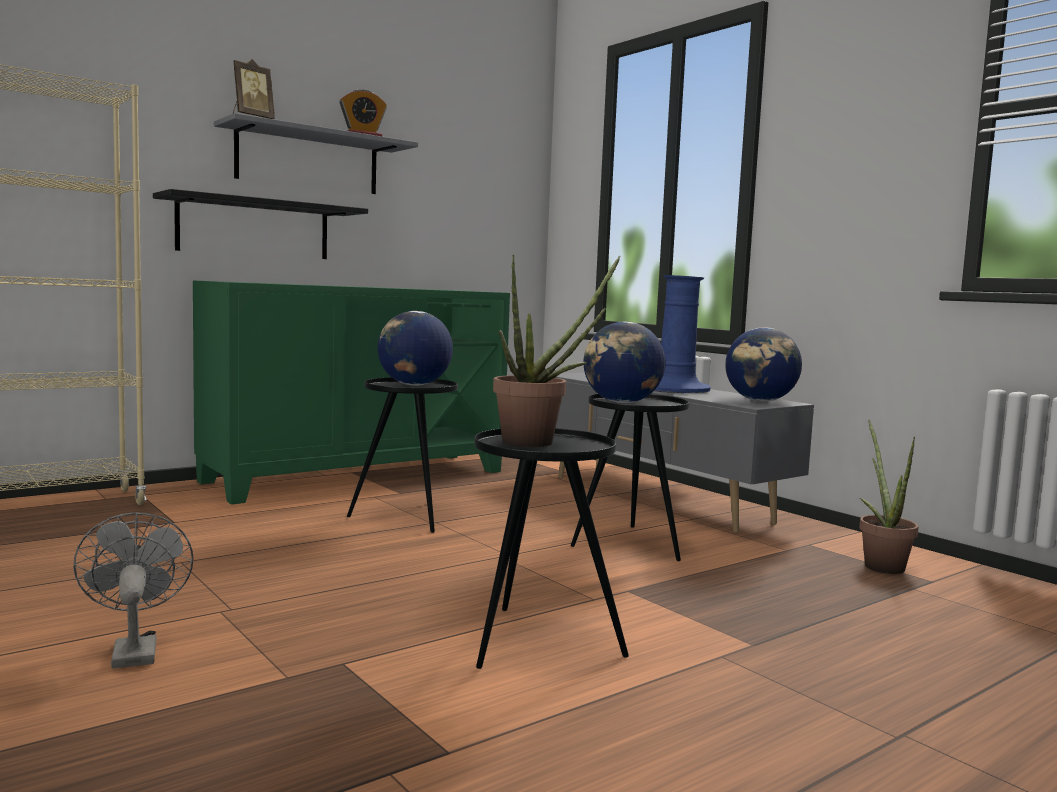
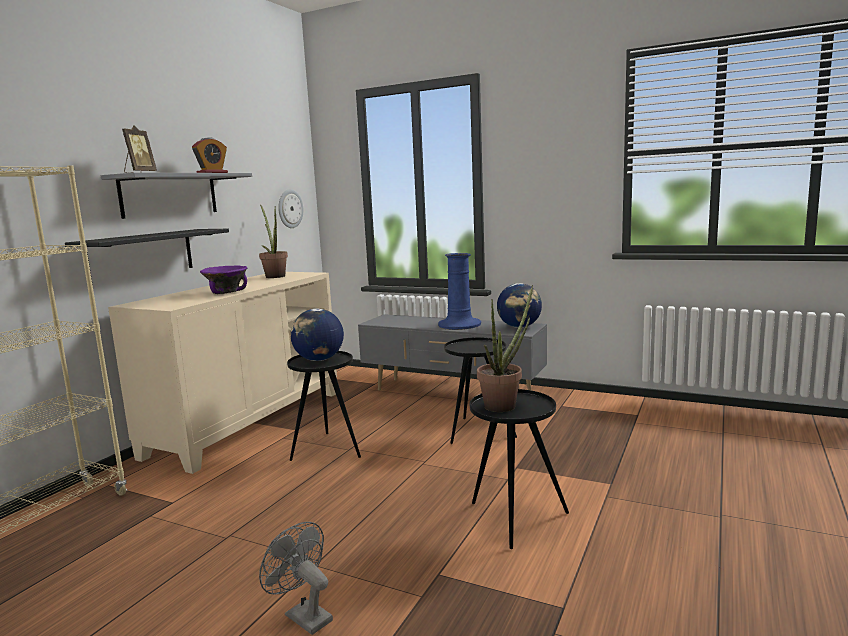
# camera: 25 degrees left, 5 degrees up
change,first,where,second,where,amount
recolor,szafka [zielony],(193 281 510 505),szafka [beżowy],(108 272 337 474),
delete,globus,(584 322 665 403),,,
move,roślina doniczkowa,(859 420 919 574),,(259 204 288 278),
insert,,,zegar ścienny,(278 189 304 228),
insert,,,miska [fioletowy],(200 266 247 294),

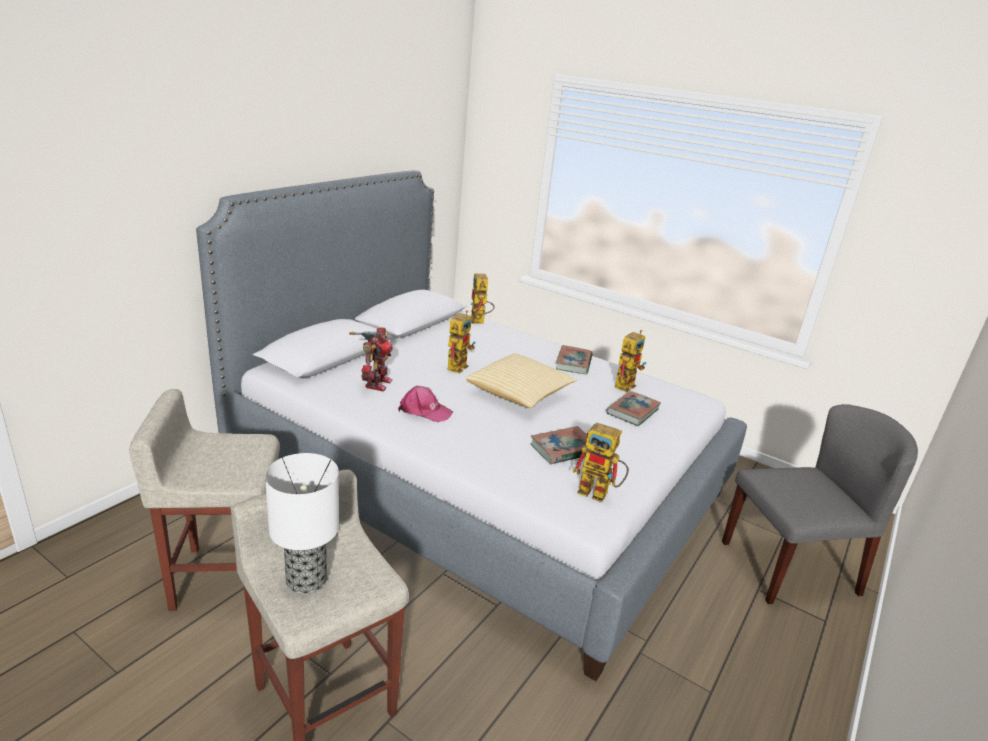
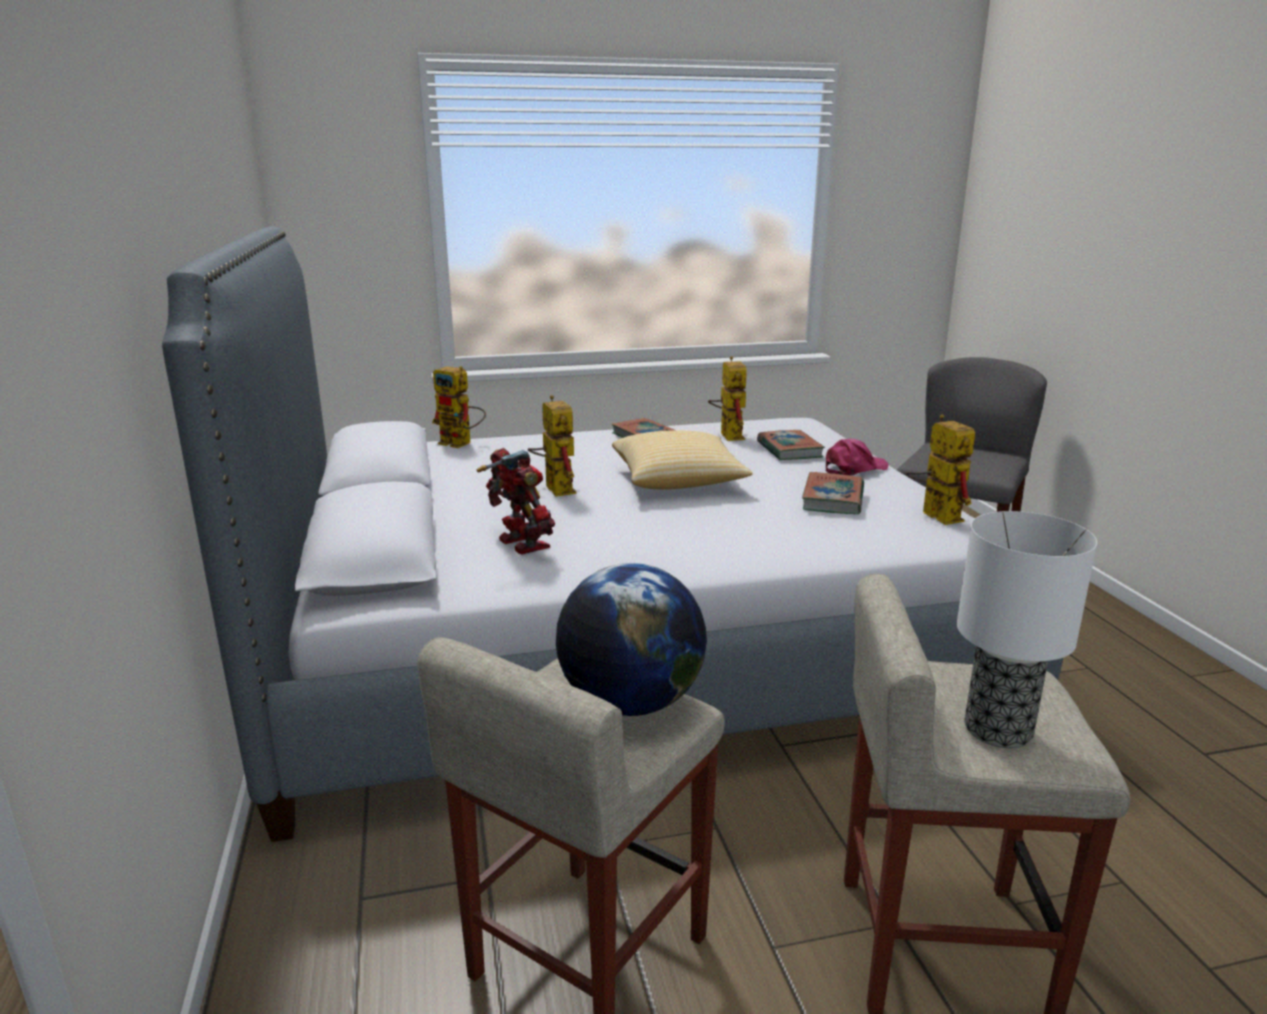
# camera: 45 degrees left, 5 degrees down
change,first,where,second,where,amount
move,czapka z daszkiem [różowy],(398 386 453 422),,(826 439 889 475),
rotate,robot zabawkowy,(572 423 629 502),,(905 414 975 525),90 degrees counterclockwise
insert,,,globus,(556 563 707 716),

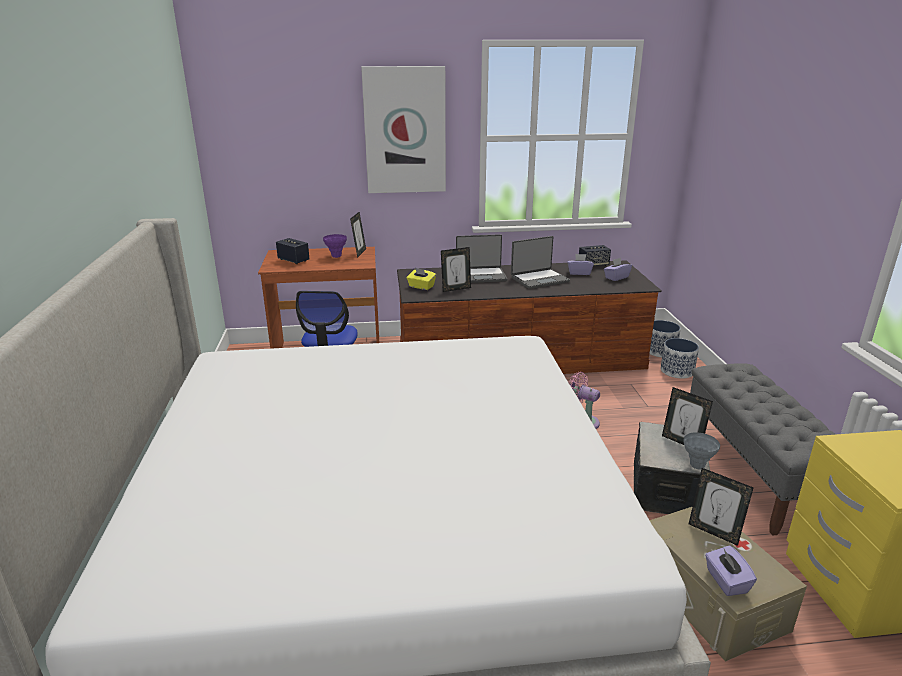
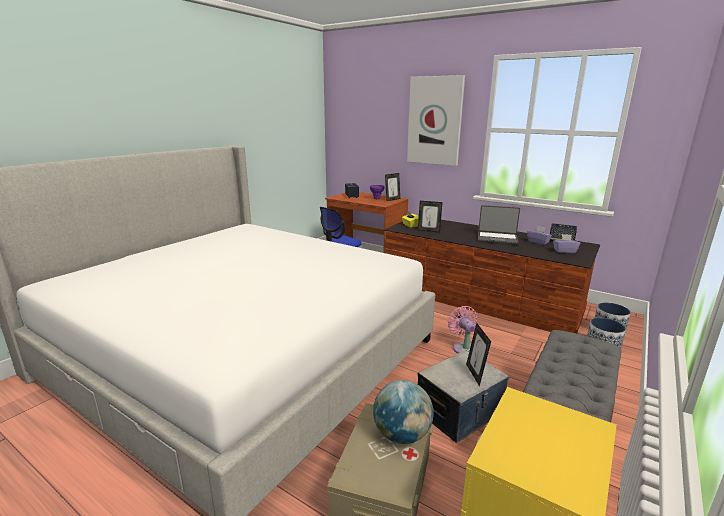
# camera: 40 degrees right, 5 degrees down
change,first,where,second,where,amount
delete,laptop,(456 234 507 283),,,
delete,wazon [szary],(683 433 720 469),,,
replace,ramka na zdjęcie,(689 468 754 546),globus,(373 380 434 444),
delete,pudełko chusteczek [fioletowy],(705 545 757 596),,,

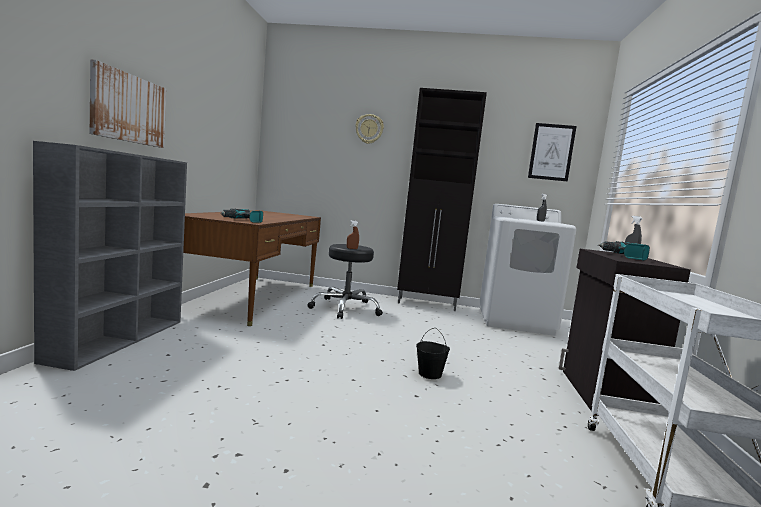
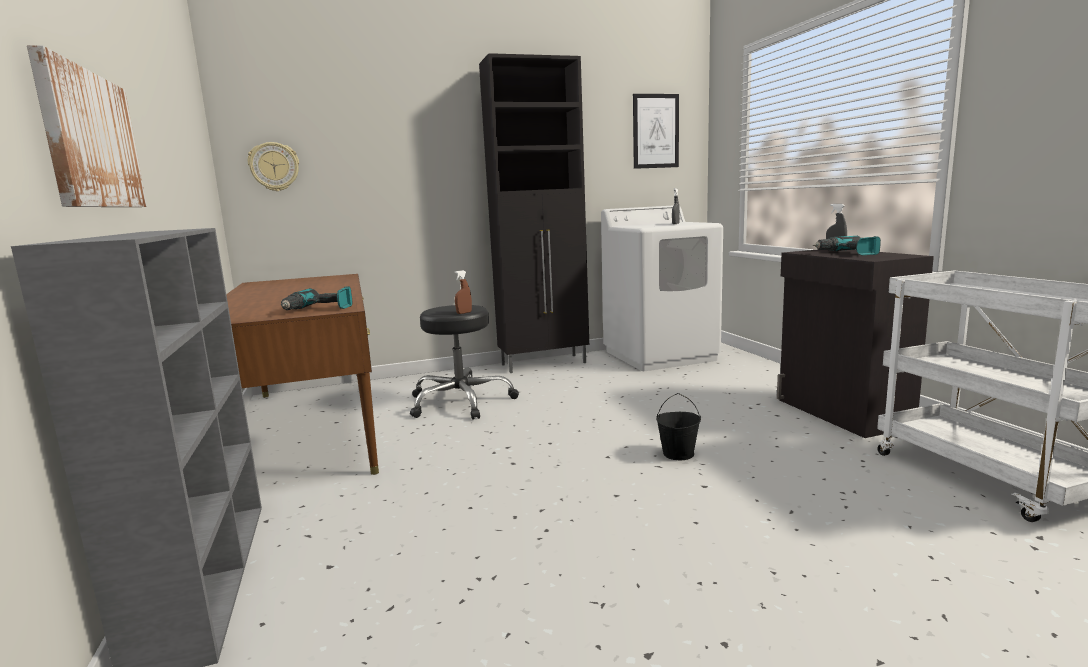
# camera: 25 degrees left, 5 degrees up
change,first,where,second,where,amount
move,zegar ścienny,(355 114 384 144),,(247 142 299 191),

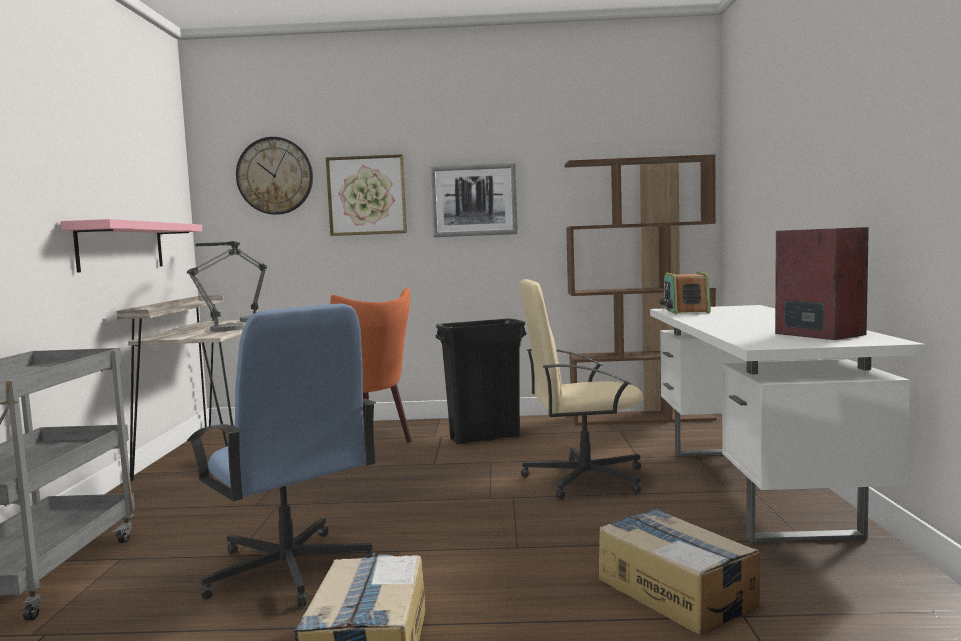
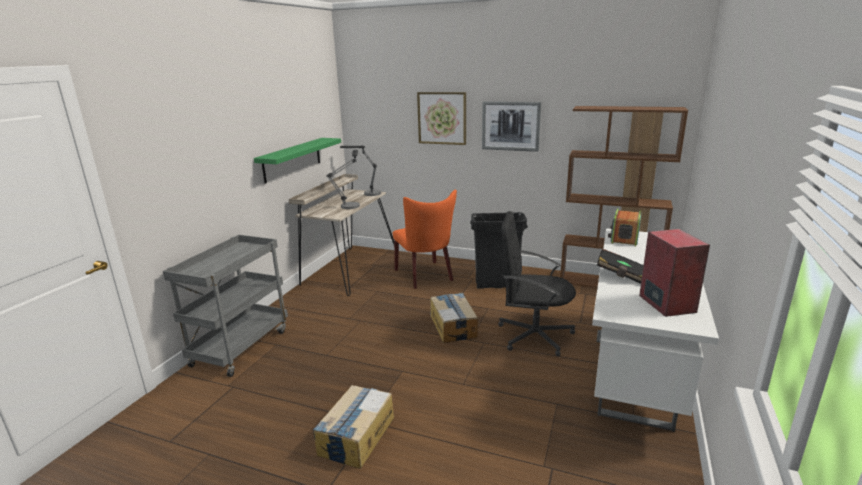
# camera: 20 degrees right, 15 degrees up
change,first,where,second,where,amount
delete,zegar ścienny,(236 137 313 215),,,
recolor,półka [różowy],(61 219 202 273),półka [zielony],(254 138 341 183),
recolor,krzesło biurowe [beżowy],(520 279 643 499),krzesło biurowe [czarny],(498 211 576 356),
delete,krzesło biurowe [niebieski],(187 303 376 607),,,
move,karton,(599 508 760 635),,(431 293 478 343),
insert,,,książka [czarny],(597 248 643 284),

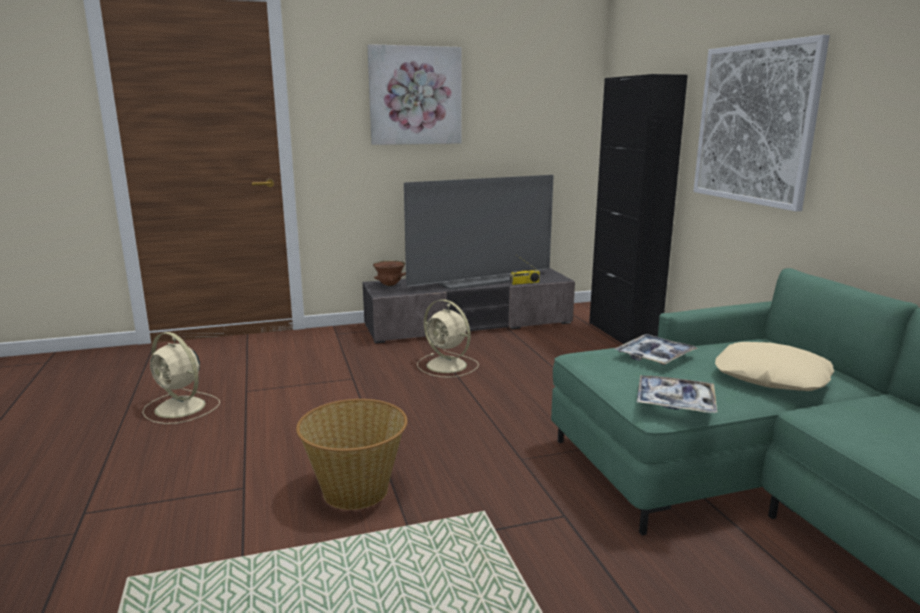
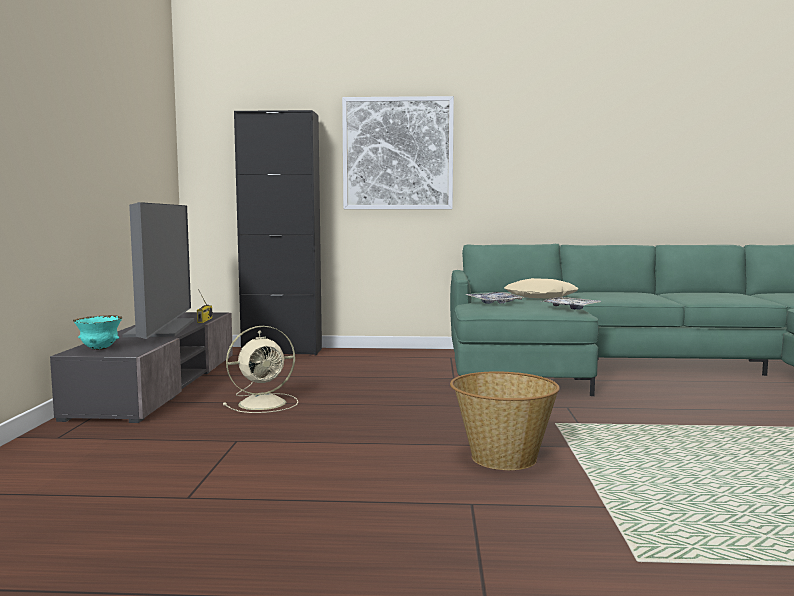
# camera: 70 degrees left, 10 degrees down
change,first,where,second,where,amount
delete,obraz,(368 44 462 145),,,
recolor,miska [brązowy],(373 260 406 286),miska [turkusowy],(73 315 122 350),
delete,wentylator [beżowy],(142 332 220 424),,,

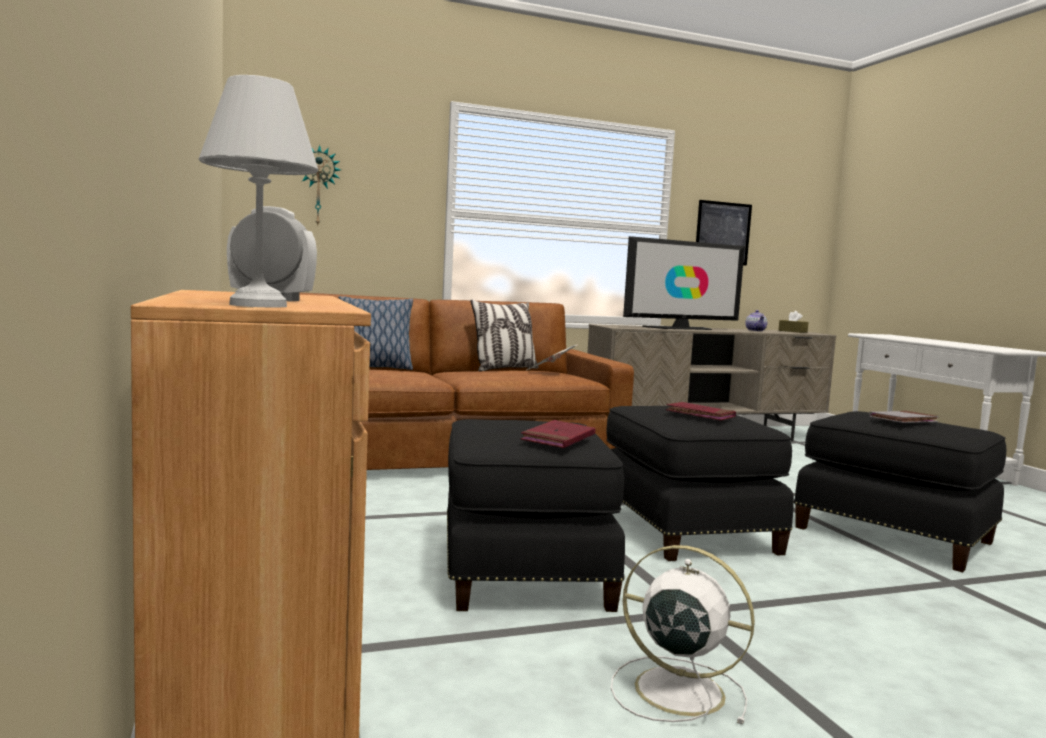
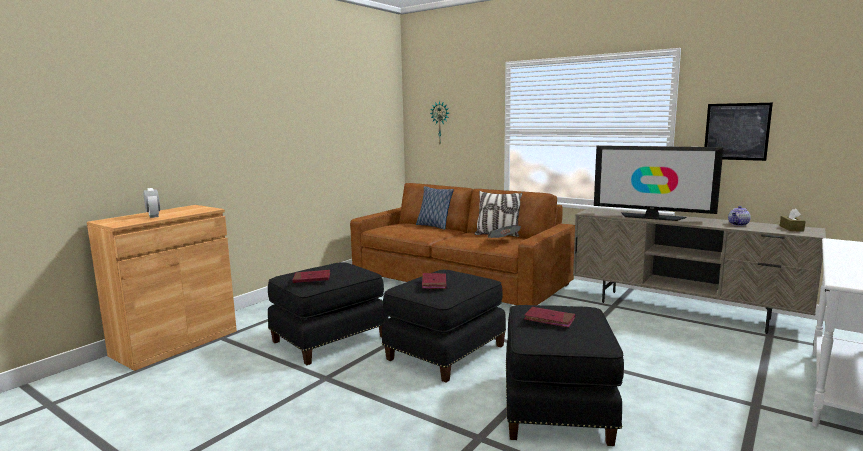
# camera: 55 degrees right, 5 degrees up
change,first,where,second,where,amount
delete,lampa stołowa [biały],(199 75 318 308),,,
recolor,książka [szary],(869 411 939 423),książka [czerwony],(524 307 575 328),
delete,wentylator [biały],(611 545 755 724),,,

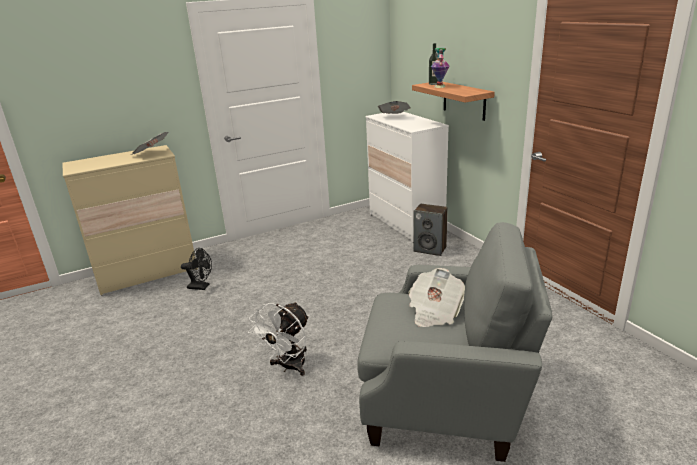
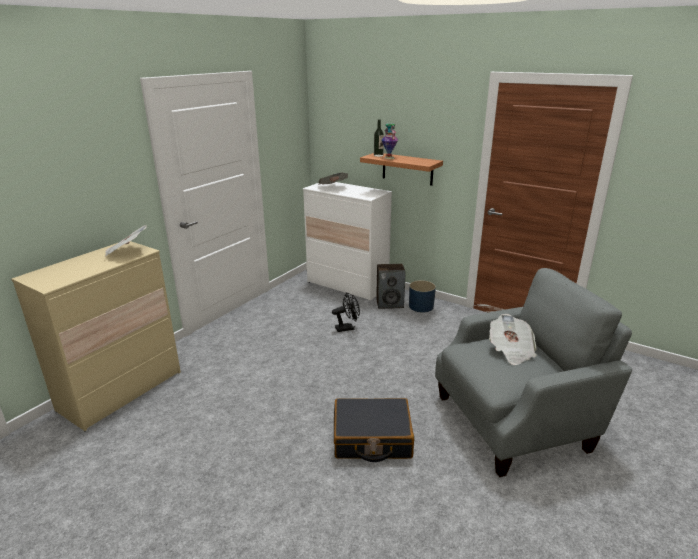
# camera: 30 degrees left, 0 degrees up
change,first,where,second,where,amount
move,wentylator [czarny],(181 248 212 290),,(332 292 360 332),
replace,wentylator [biały],(248 302 309 376),walizka [czarny],(334 398 414 462),
insert,,,donica [niebieski],(409 280 436 312),

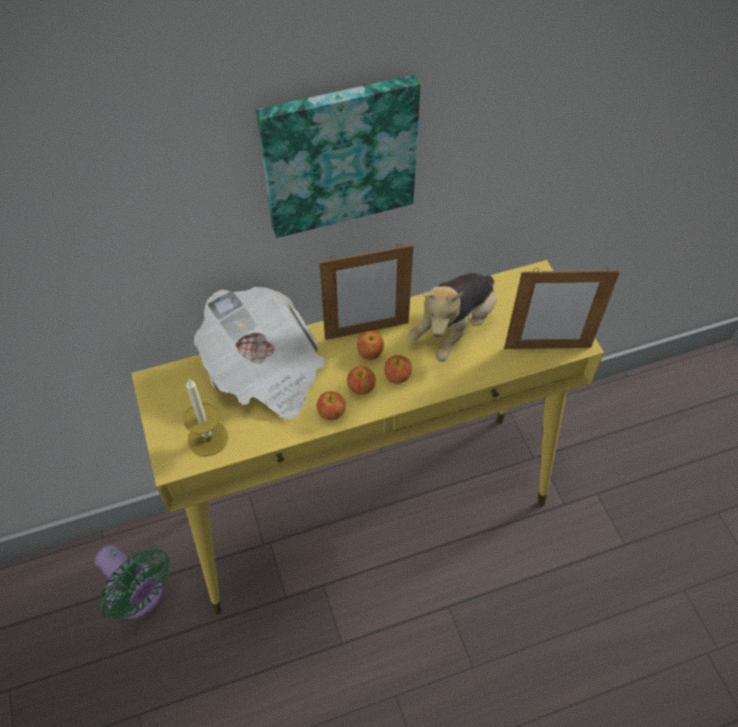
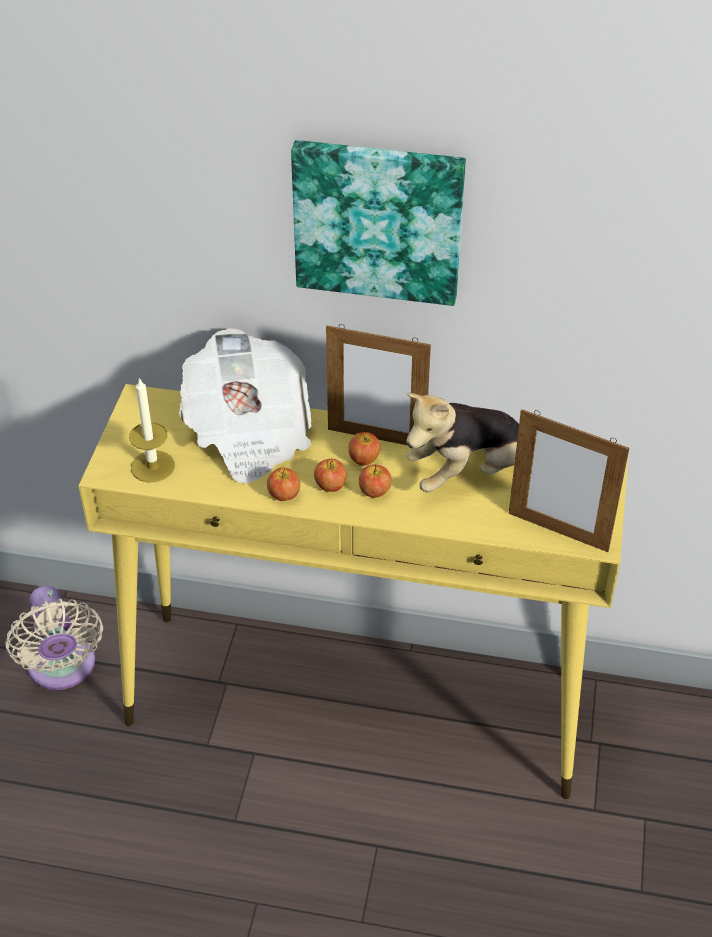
# camera: 30 degrees right, 10 degrees down
change,first,where,second,where,amount
recolor,wentylator [zielony],(95 545 171 621),wentylator [beżowy],(5 586 103 690),

